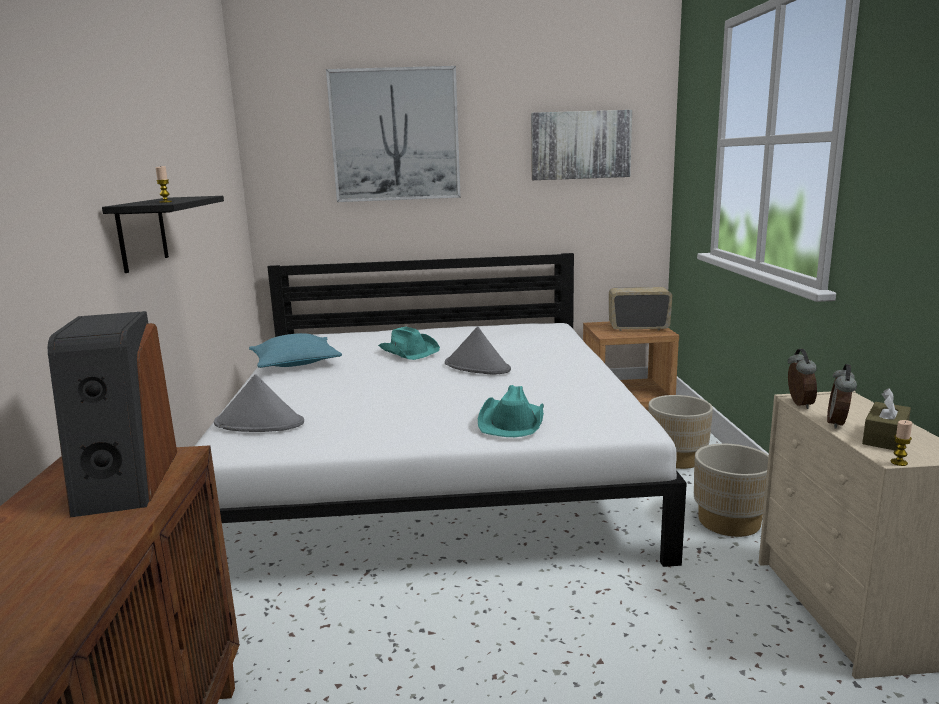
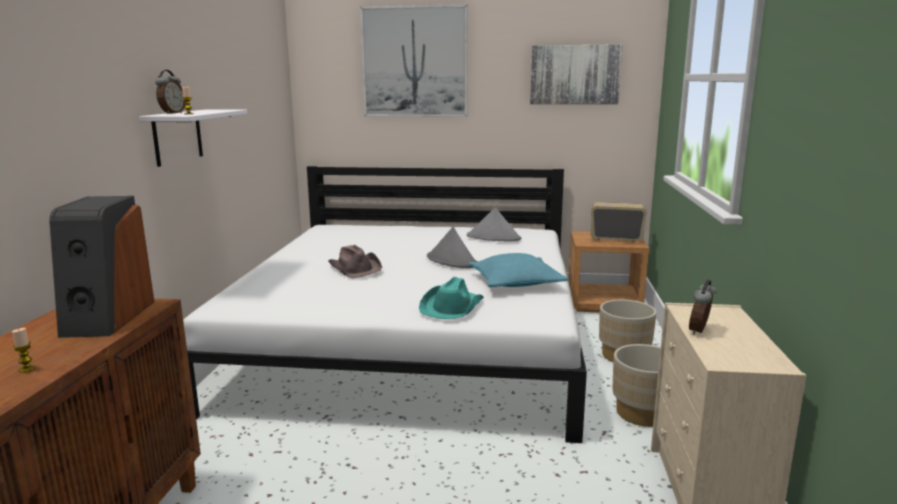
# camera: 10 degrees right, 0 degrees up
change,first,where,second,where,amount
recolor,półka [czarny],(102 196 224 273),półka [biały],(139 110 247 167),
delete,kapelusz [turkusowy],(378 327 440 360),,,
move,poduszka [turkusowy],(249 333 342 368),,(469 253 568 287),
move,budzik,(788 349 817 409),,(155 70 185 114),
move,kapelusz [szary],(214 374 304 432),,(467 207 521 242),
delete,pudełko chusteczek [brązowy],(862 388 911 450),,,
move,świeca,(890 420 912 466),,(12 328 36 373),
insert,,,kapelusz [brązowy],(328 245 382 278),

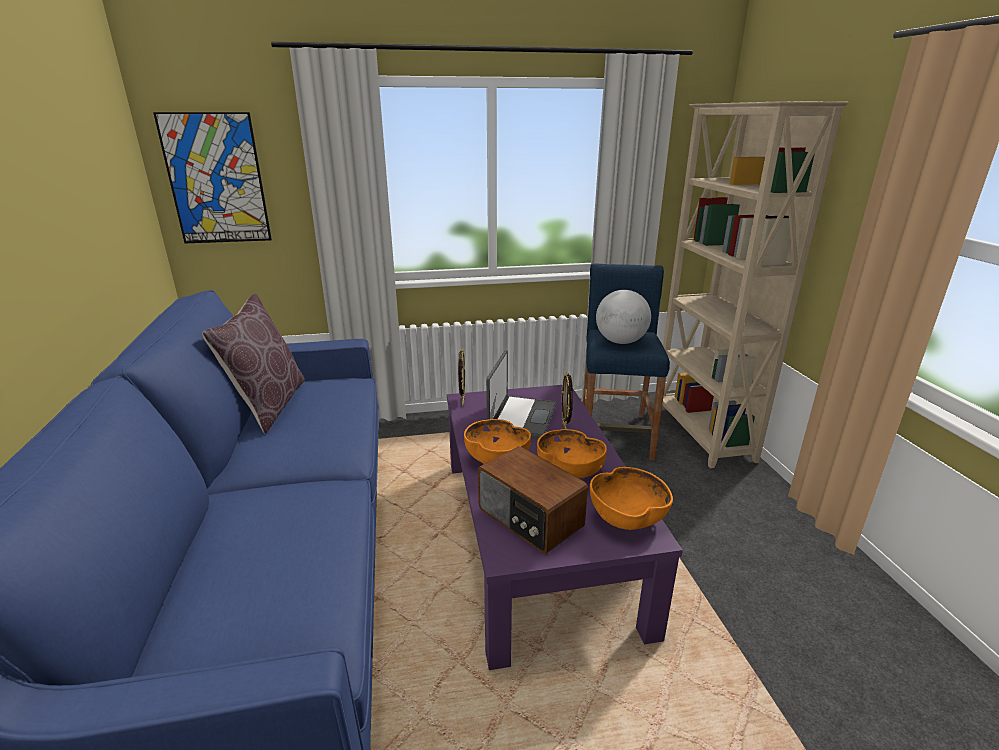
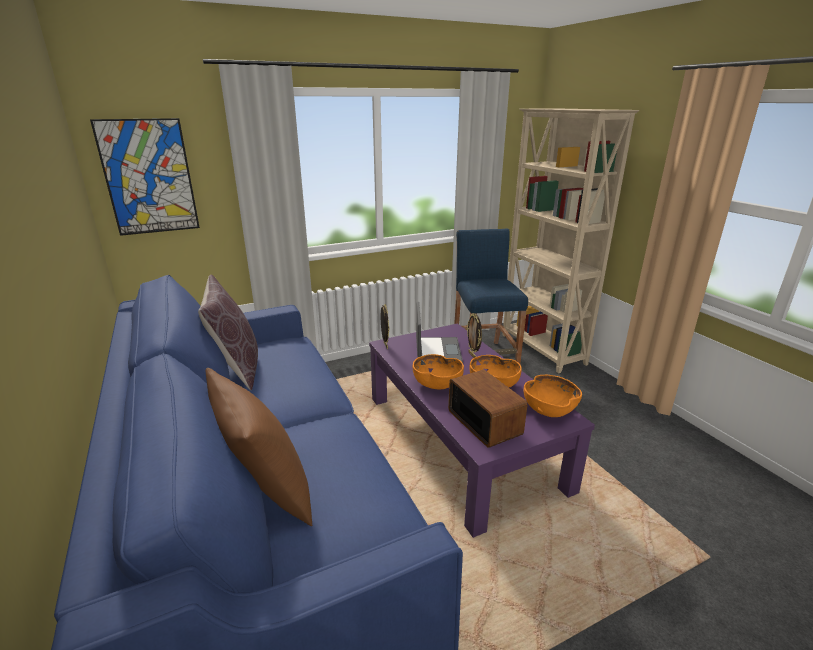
# camera: 15 degrees left, 0 degrees up
change,first,where,second,where,amount
delete,globus,(596 290 651 344),,,
rotate,radio,(478 446 588 554),,(448 370 527 448),150 degrees counterclockwise
insert,,,poduszka [brązowy],(206 368 312 526),

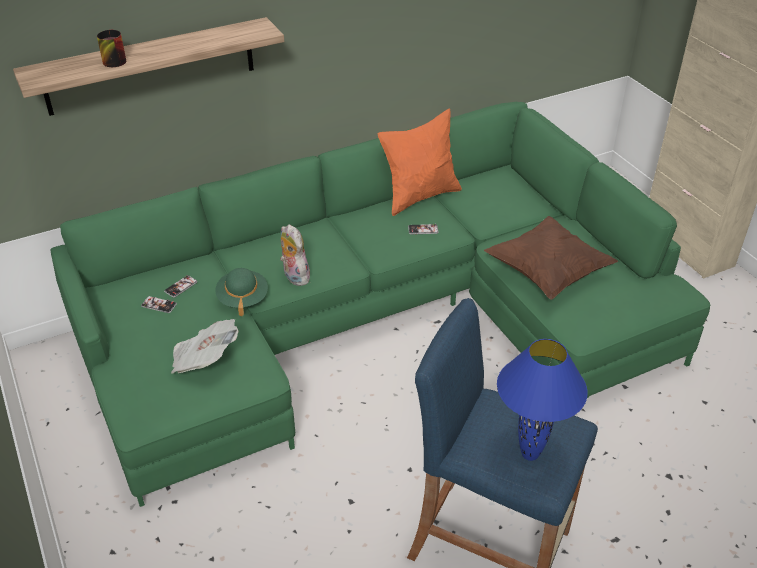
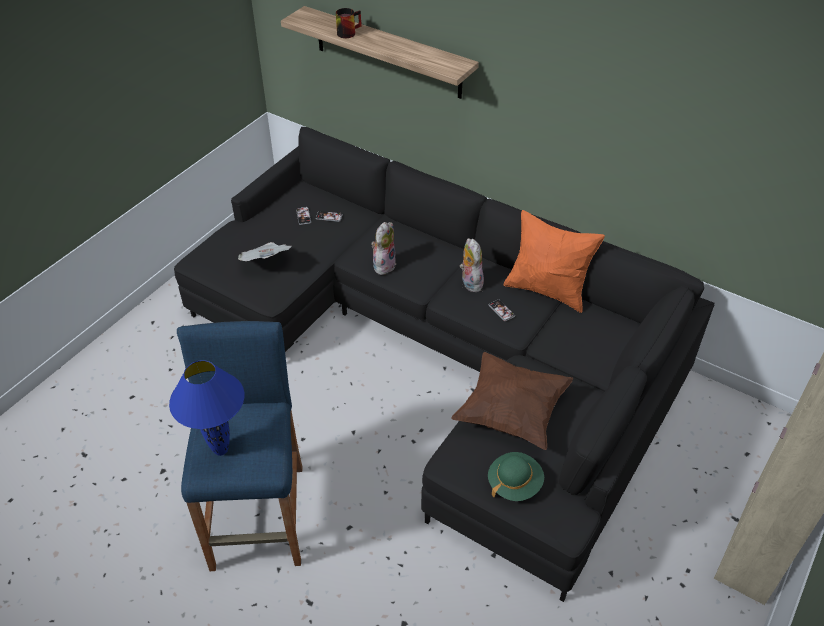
# camera: 60 degrees right, 5 degrees up
change,first,where,second,where,amount
recolor,kanapa [zielony],(50 102 710 507),kanapa [czarny],(174 127 714 602),
move,kapelusz [zielony],(215 268 268 316),,(488 452 544 501),
insert,,,pluszak,(459 238 484 292),

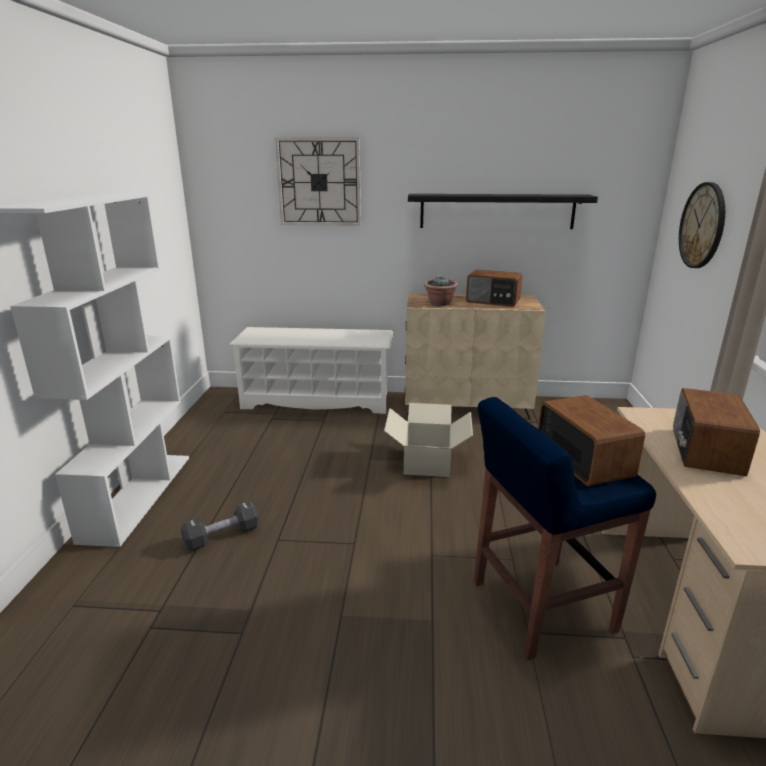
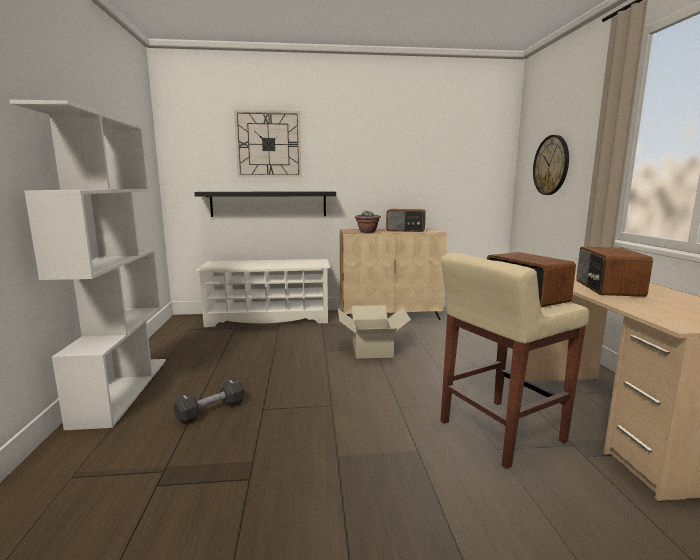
# camera: 10 degrees left, 10 degrees down
change,first,where,second,where,amount
move,półka [czarny],(408 194 598 229),,(194 192 336 217),
recolor,stołek [niebieski],(474 397 656 660),stołek [beżowy],(440 253 589 469),

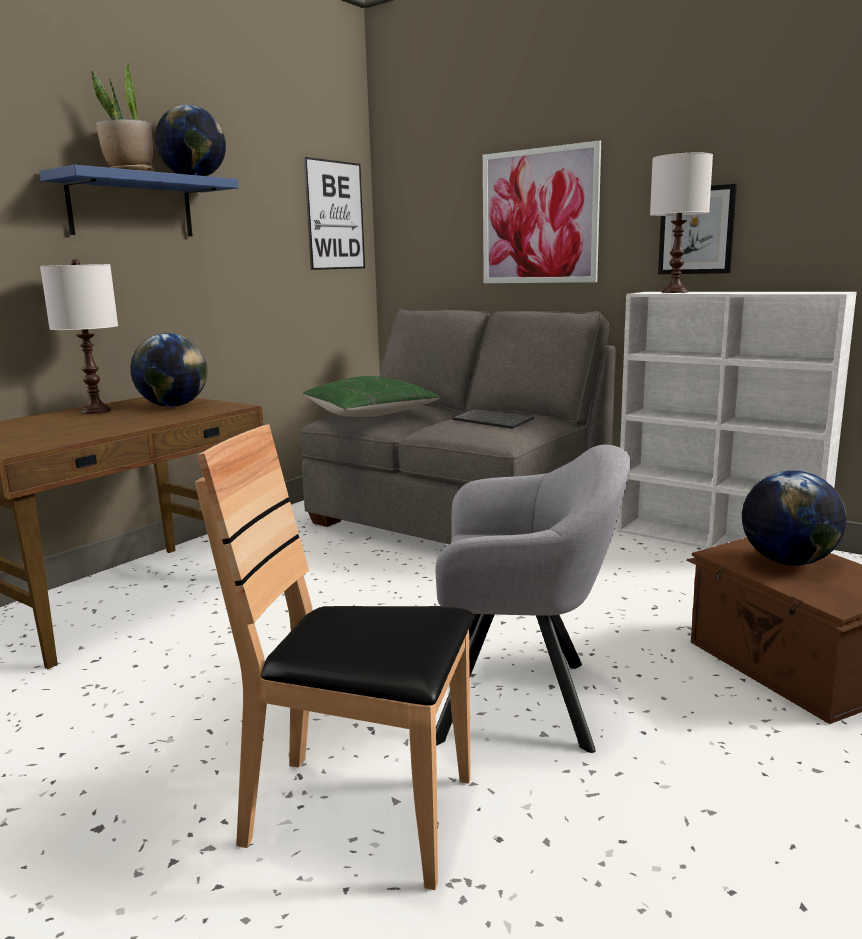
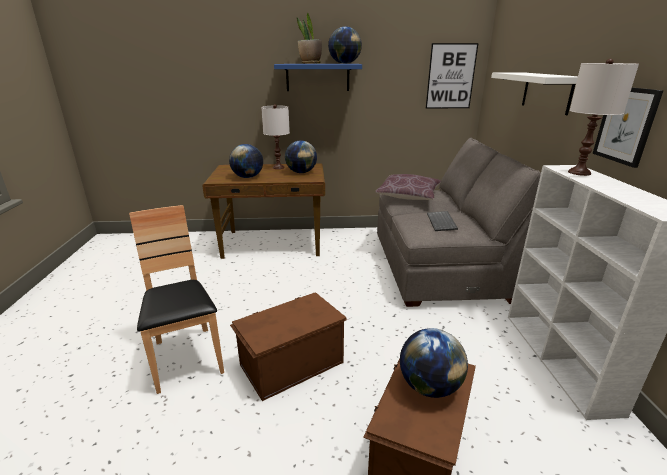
# camera: 50 degrees right, 10 degrees up
change,first,where,second,where,amount
replace,obraz,(483 140 601 283),półka [biały],(491 72 578 115),
recolor,poduszka [zielony],(303 376 440 417),poduszka [brązowy],(375 174 441 200),
replace,fotel [szary],(435 444 631 753),pojemnik do przechowywania [brązowy],(230 292 347 401),
insert,,,globus,(229 144 263 178),

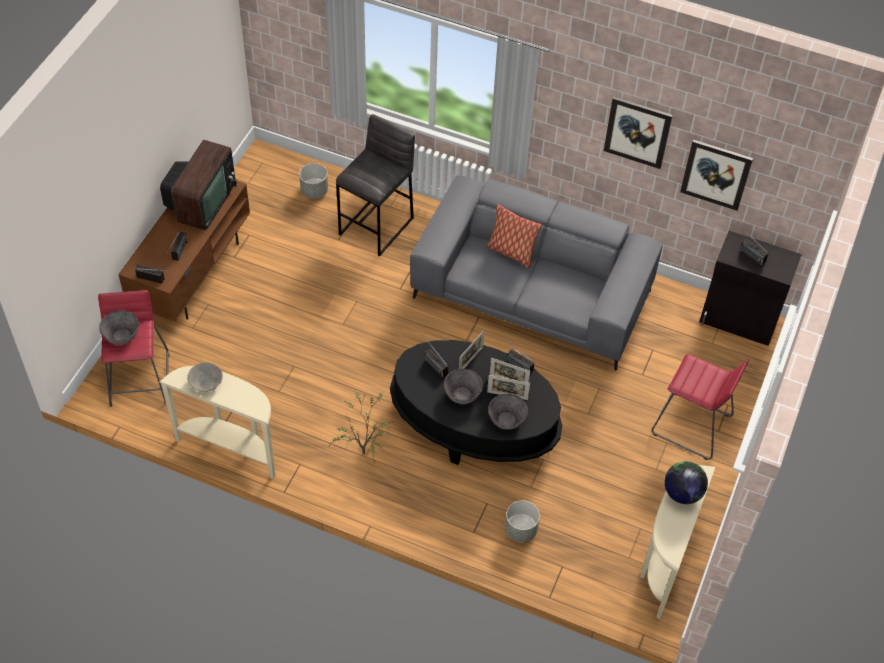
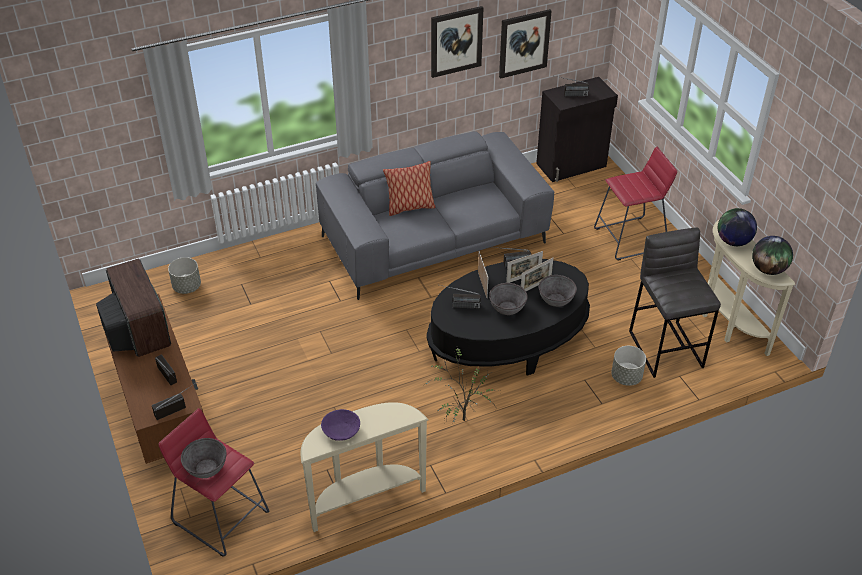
# camera: 45 degrees left, 10 degrees down
change,first,where,second,where,amount
move,stołek [szary],(336 114 415 256),,(629 228 721 378),
recolor,miska [szary],(187 362 223 392),miska [fioletowy],(321 409 360 441),
insert,,,globus,(752 236 793 275),

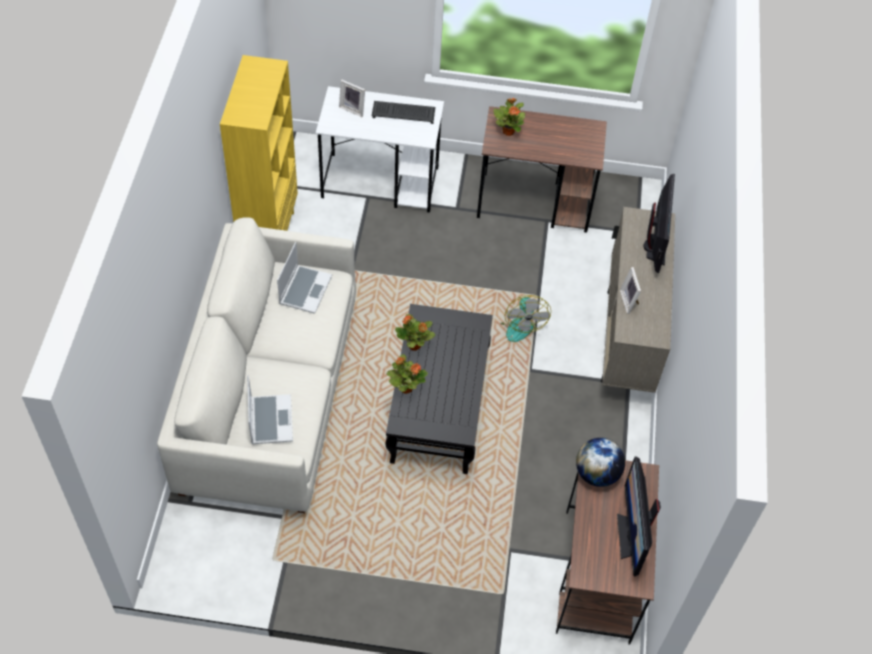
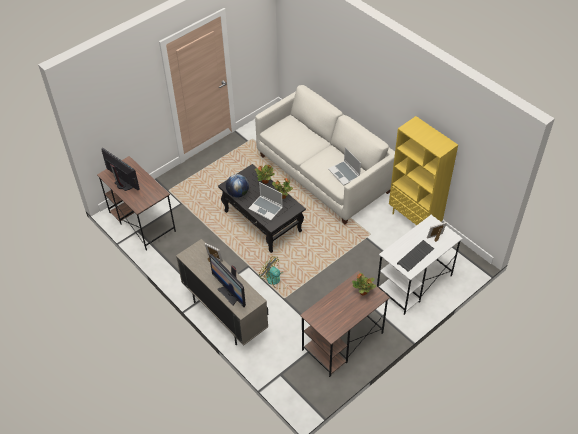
# camera: 135 degrees right, 5 degrees down
change,first,where,second,where,amount
move,laptop,(247 375 293 444),,(248 182 283 221),
move,globus,(576 438 625 487),,(226 174 249 197),

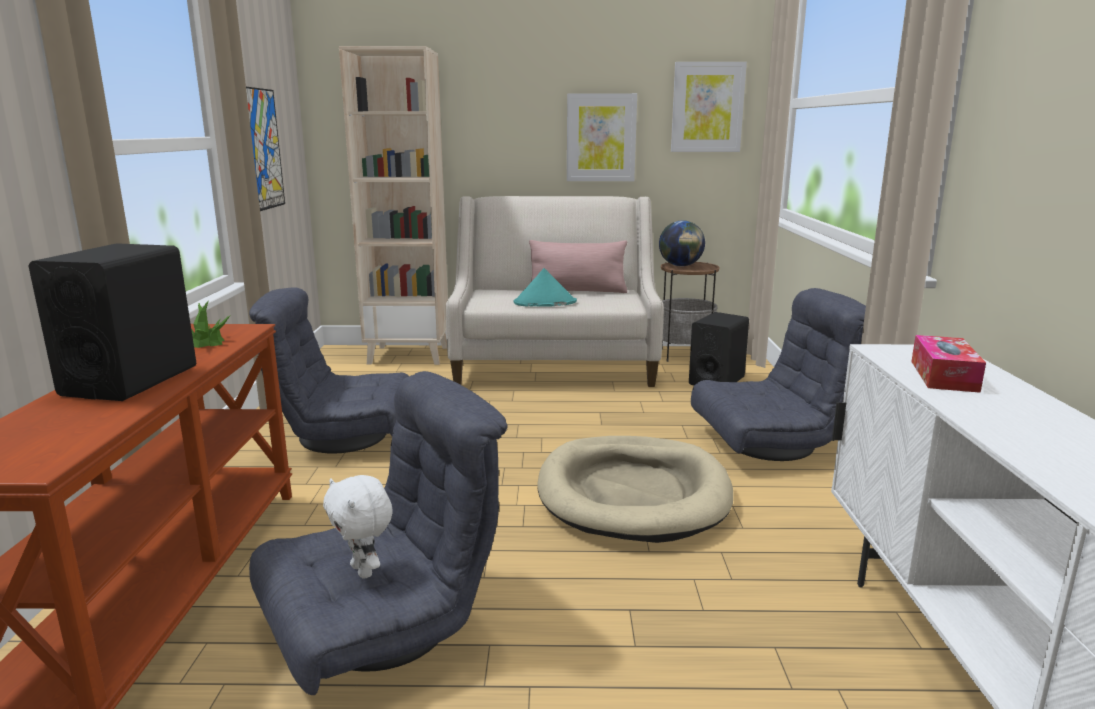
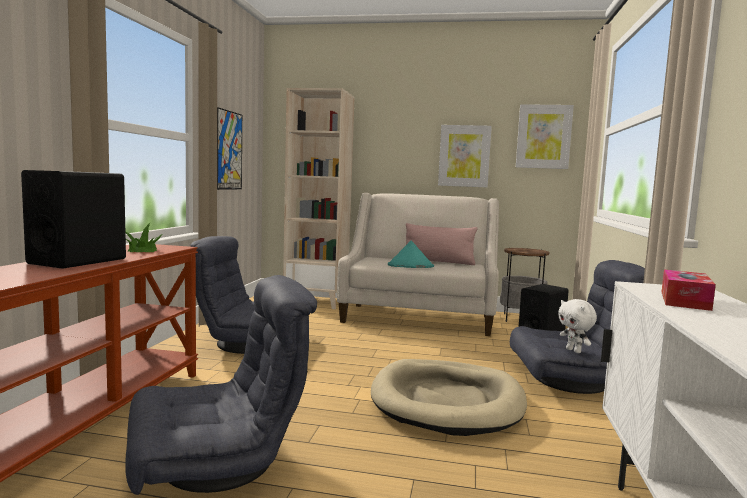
# camera: 10 degrees right, 10 degrees down
change,first,where,second,where,amount
delete,globus,(659 220 705 266),,,
move,pluszak [biały],(323 475 393 579),,(558 299 597 353),

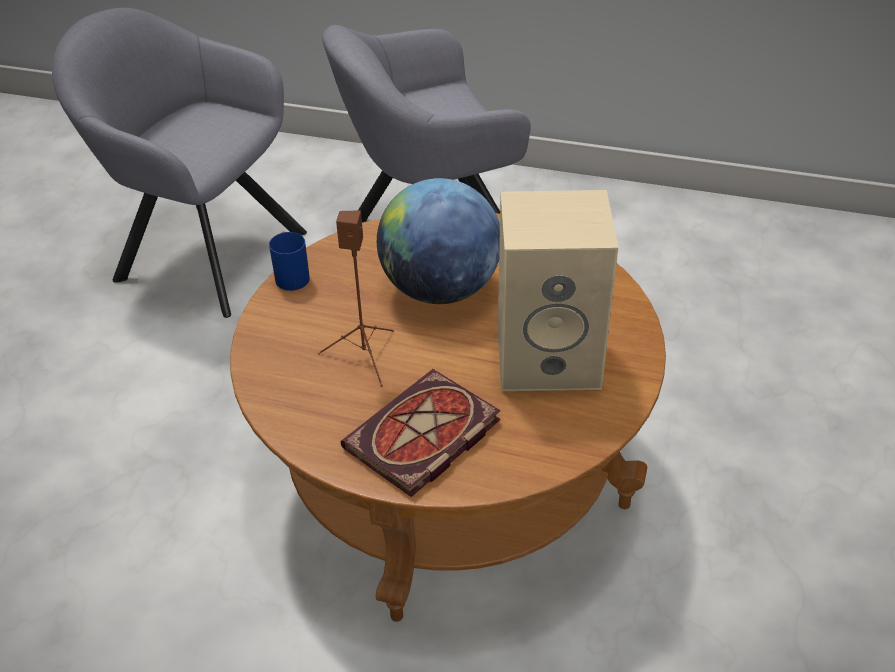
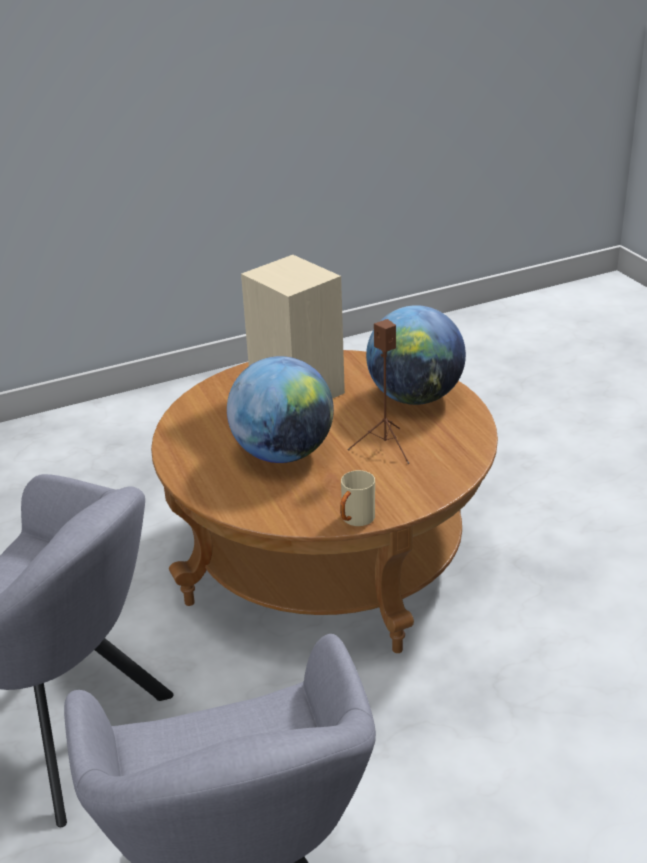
# camera: 130 degrees left, 10 degrees down
change,first,where,second,where,amount
recolor,kubek [niebieski],(269 231 310 291),kubek [beżowy],(340 470 375 526),
replace,książka,(340 369 501 497),globus,(366 305 466 405),

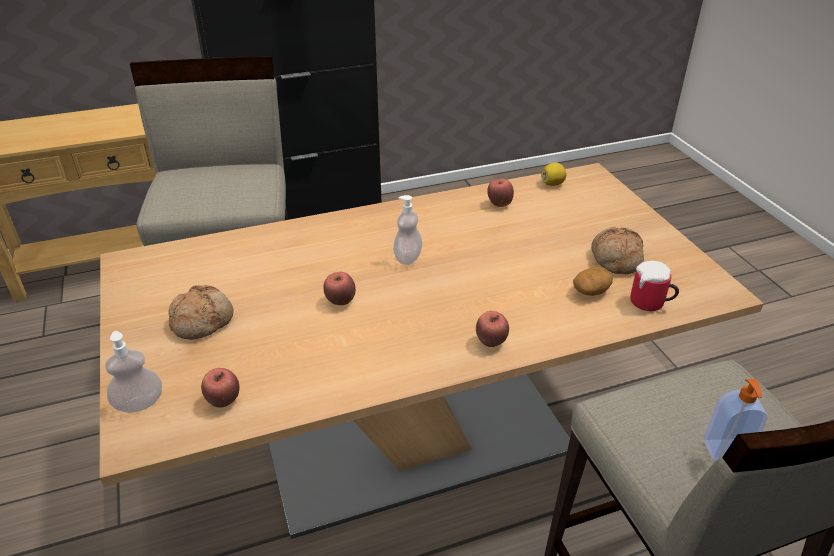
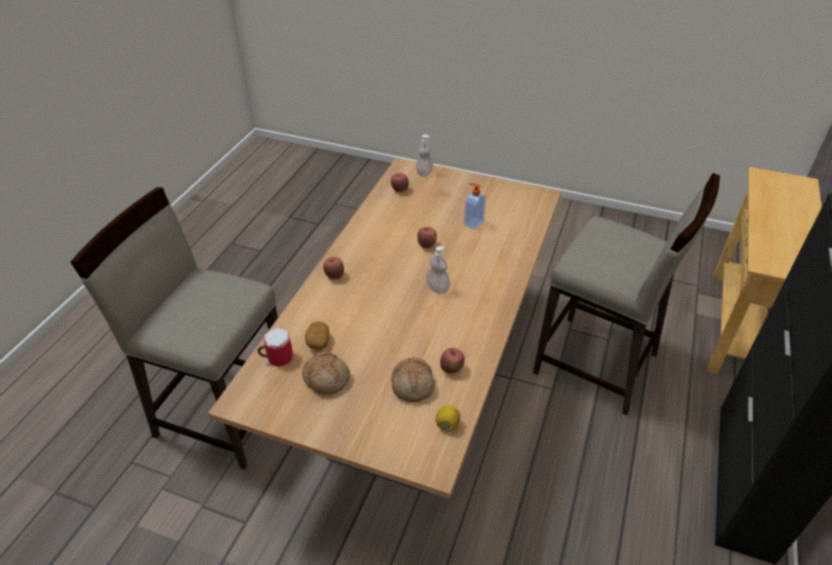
# camera: 130 degrees right, 5 degrees up
change,first,where,second,where,amount
move,chleb,(168 285 234 340),,(391 357 435 402),
move,dozownik mydła,(703 379 768 461),,(464 183 486 230),

